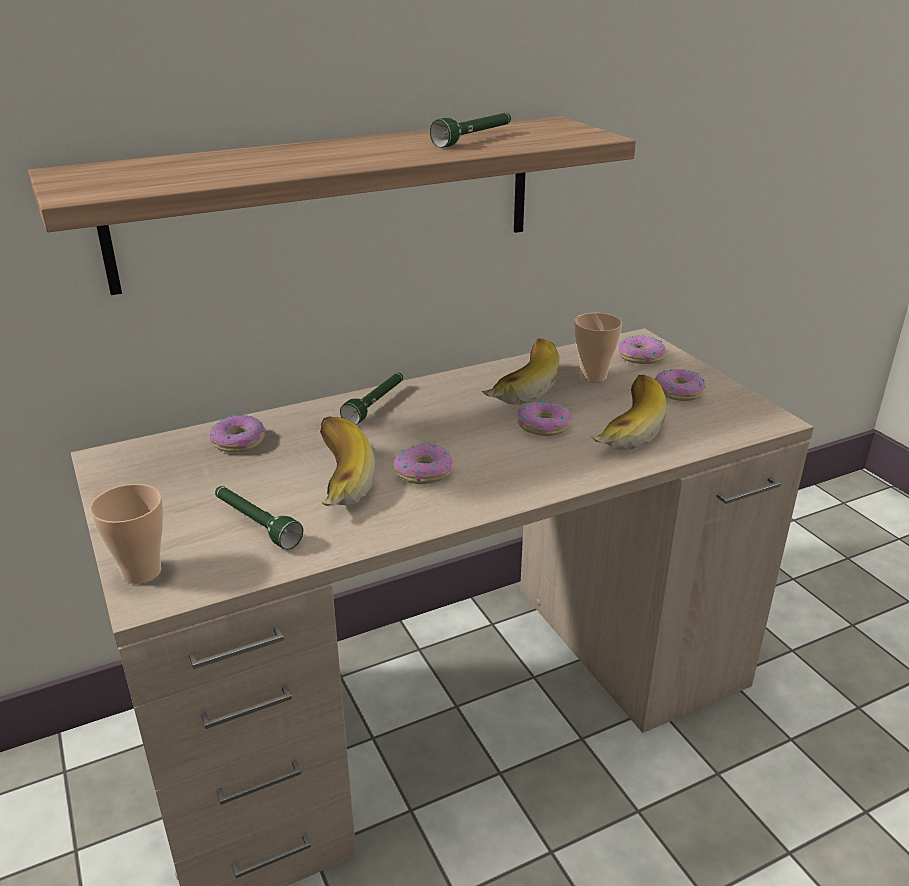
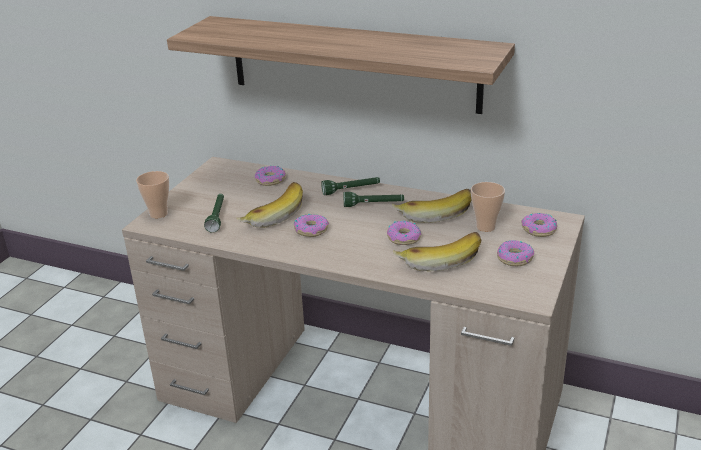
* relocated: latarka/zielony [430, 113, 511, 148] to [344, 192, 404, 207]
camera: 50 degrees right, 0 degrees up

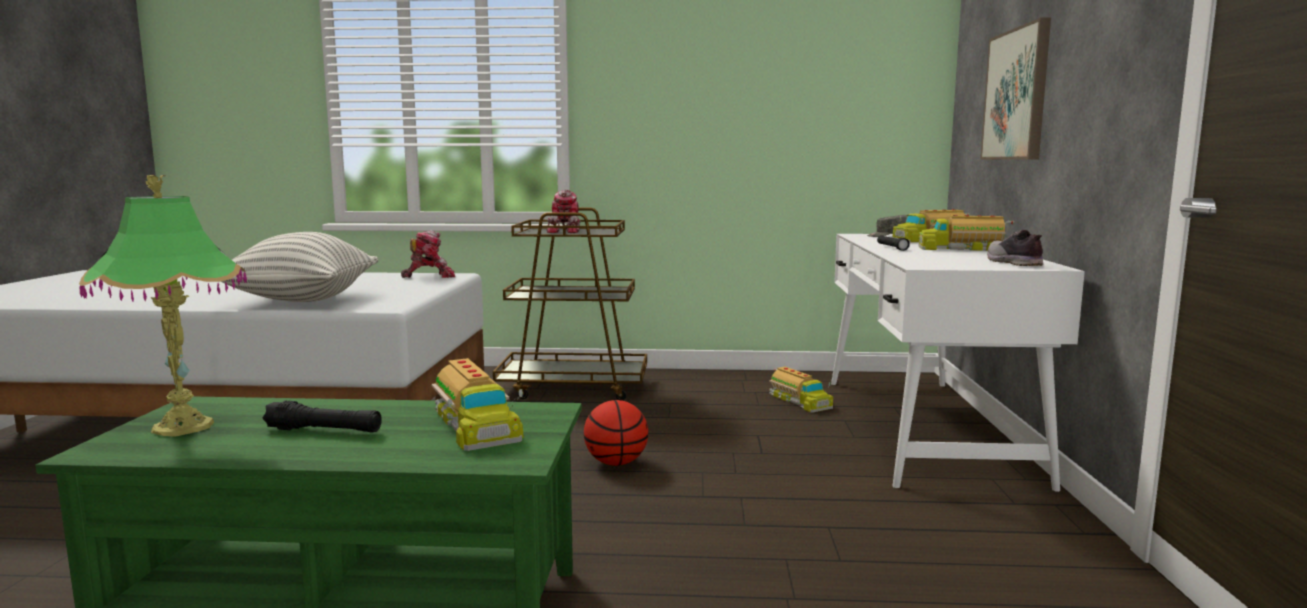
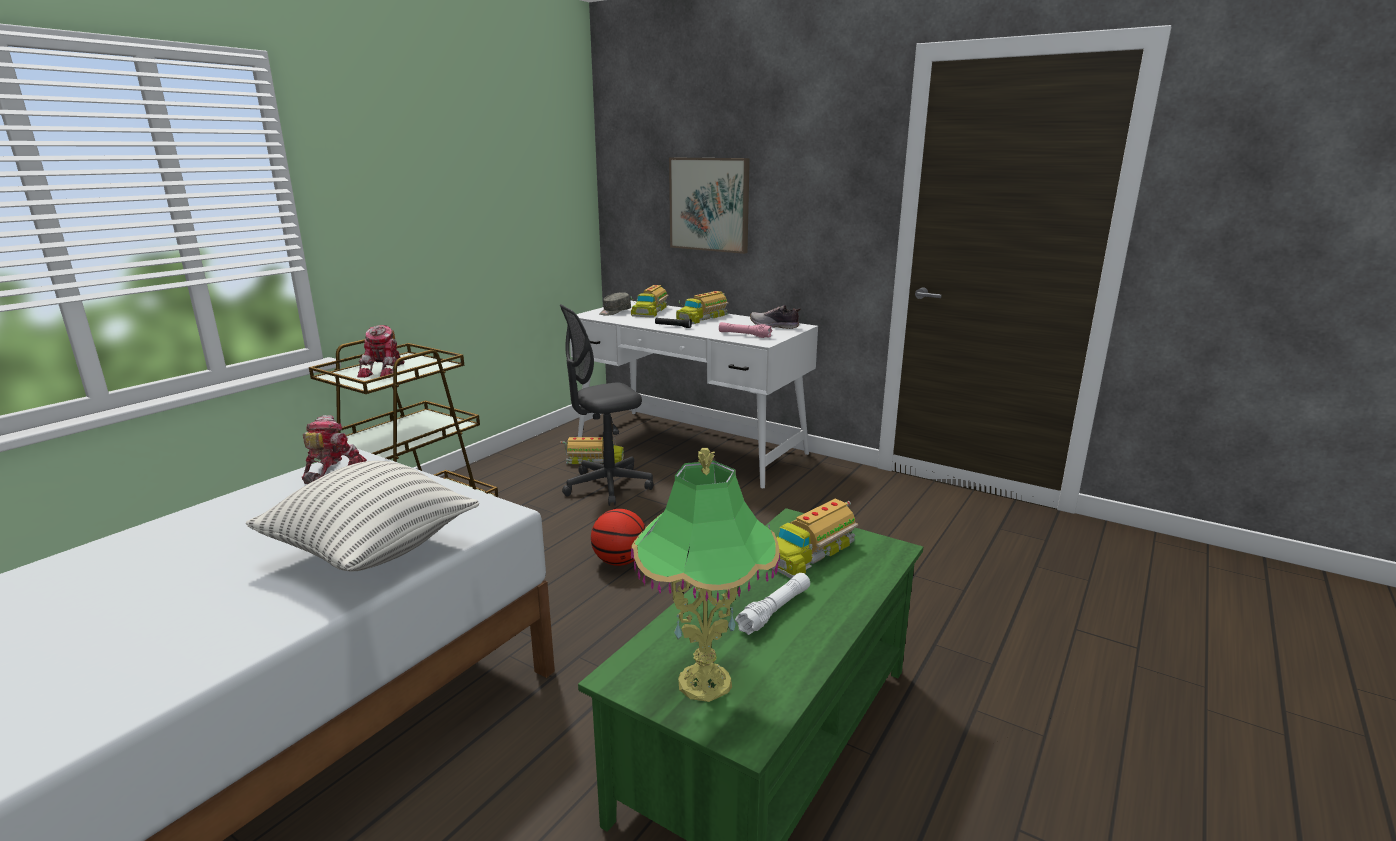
* spun: robot zabawkowy [546, 189, 581, 233] = [357, 325, 405, 378] 60 degrees clockwise
* appeared: krzesło biurowe/szary [560, 304, 653, 506]
* appeared: latarka/różowy [719, 322, 772, 338]
* colour: latarka/czarny [263, 400, 382, 433] to latarka/biały [735, 573, 810, 635]
* spun: ciężarówka zabawkowa [432, 358, 524, 451] = [768, 499, 858, 578] 135 degrees clockwise
camera: 60 degrees left, 10 degrees up

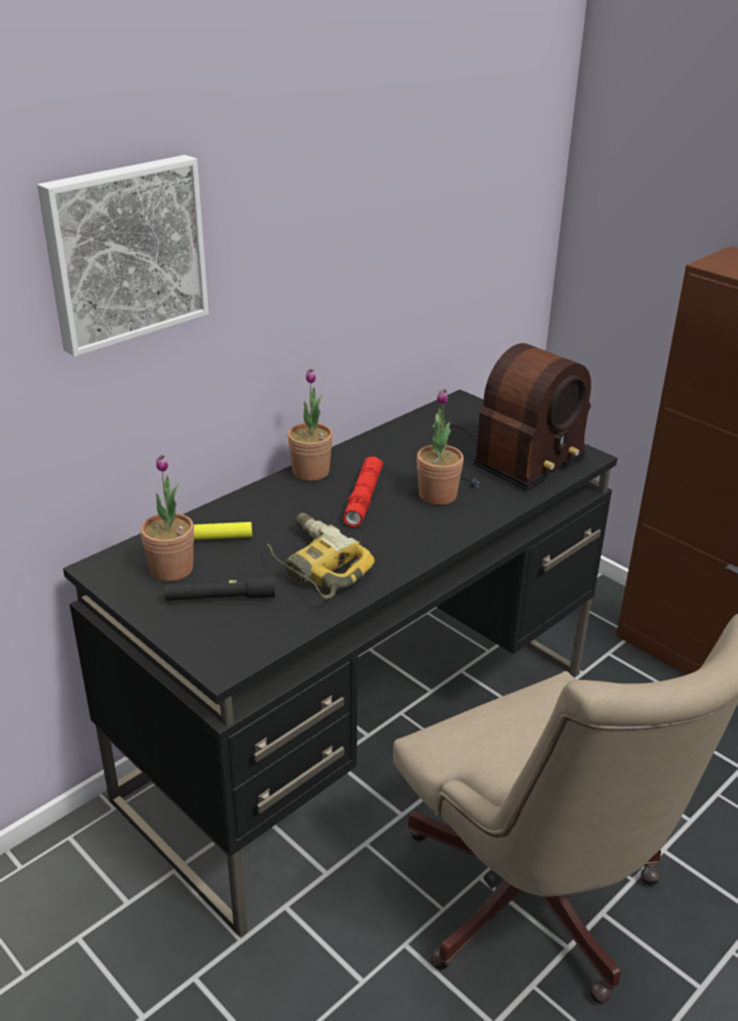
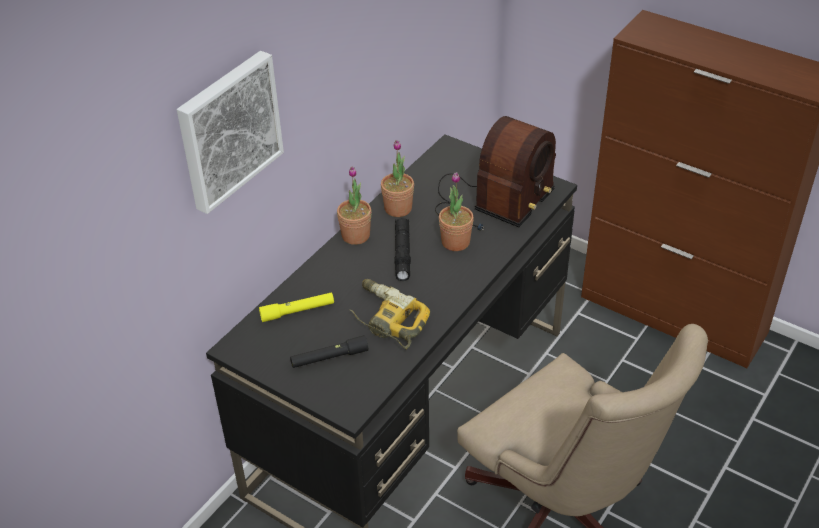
* relocated: roślina doniczkowa [140, 455, 194, 581] to [381, 140, 414, 217]
* colour: latarka/czerwony [343, 456, 383, 527] to latarka/czarny [394, 218, 411, 281]
camera: 10 degrees left, 10 degrees up

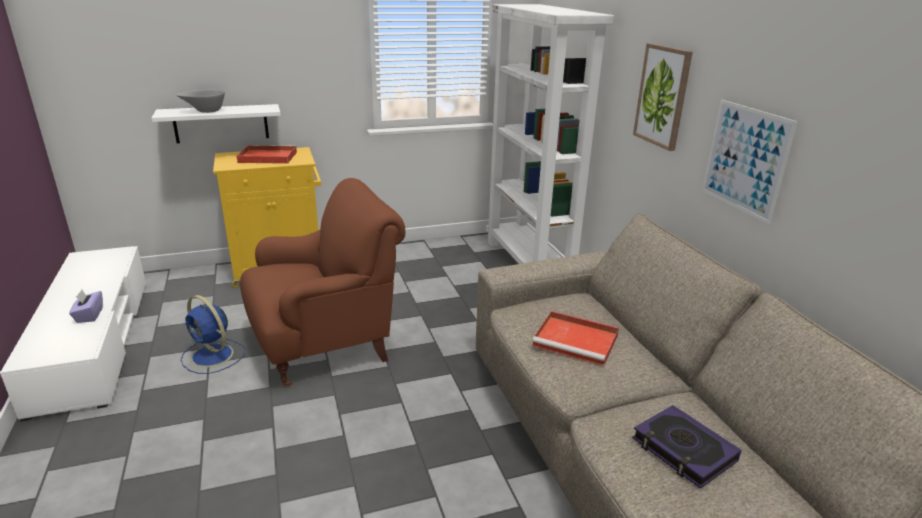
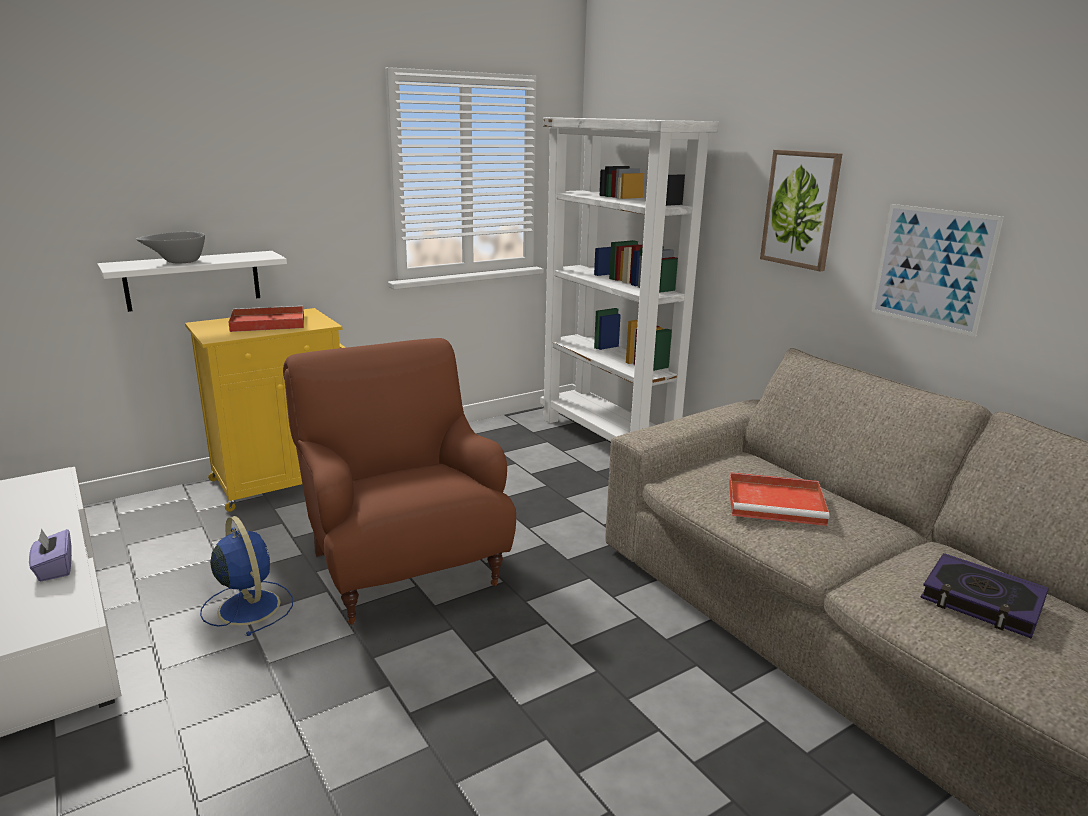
* spun: wentylator/niebieski [181, 295, 246, 374] = [200, 516, 293, 636] 150 degrees counterclockwise
* spun: fotel/brązowy [240, 178, 405, 386] = [283, 338, 516, 625] 75 degrees counterclockwise
camera: 15 degrees left, 5 degrees down

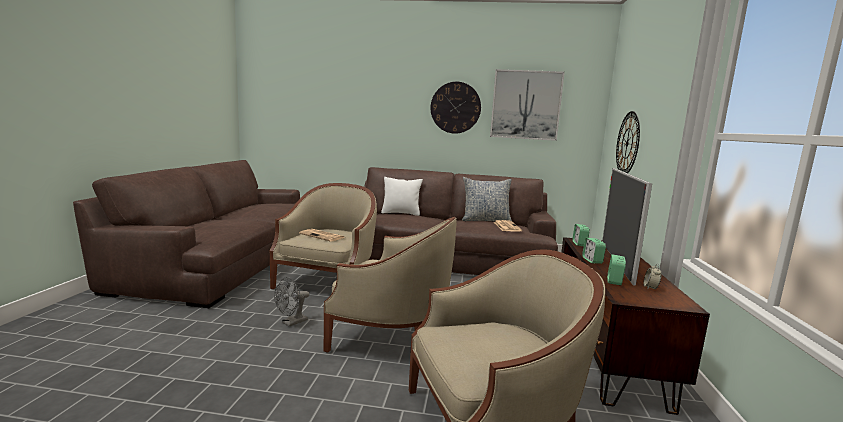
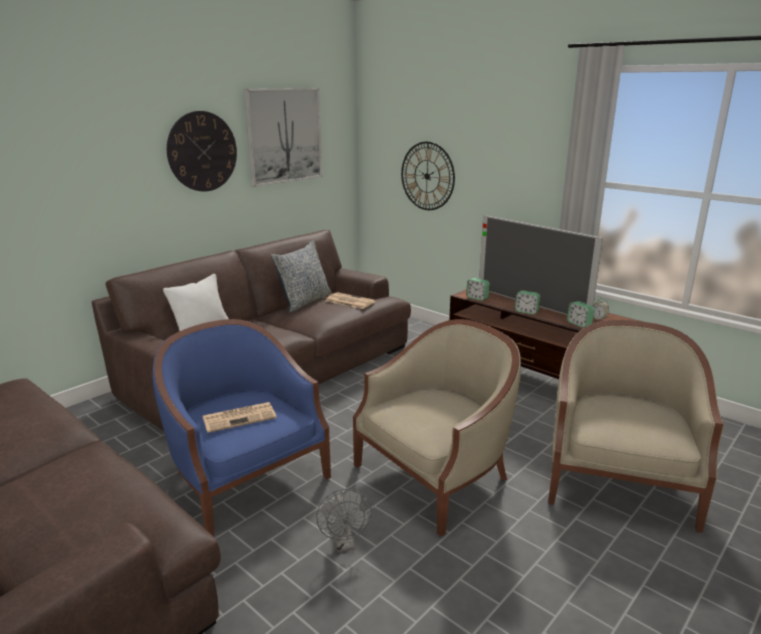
* colour: fotel/beżowy [269, 183, 377, 289] to fotel/niebieski [152, 319, 331, 536]
camera: 55 degrees left, 10 degrees up

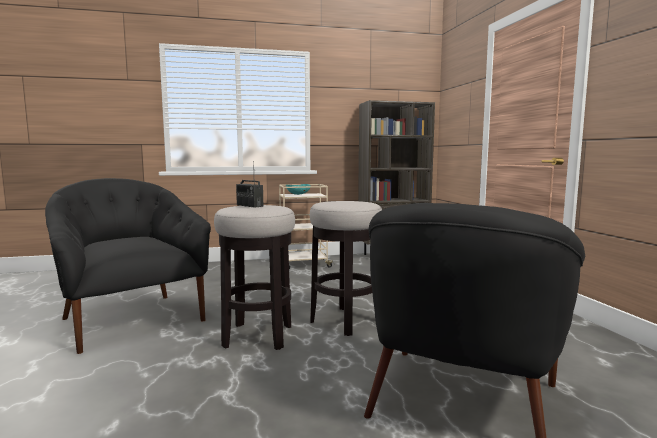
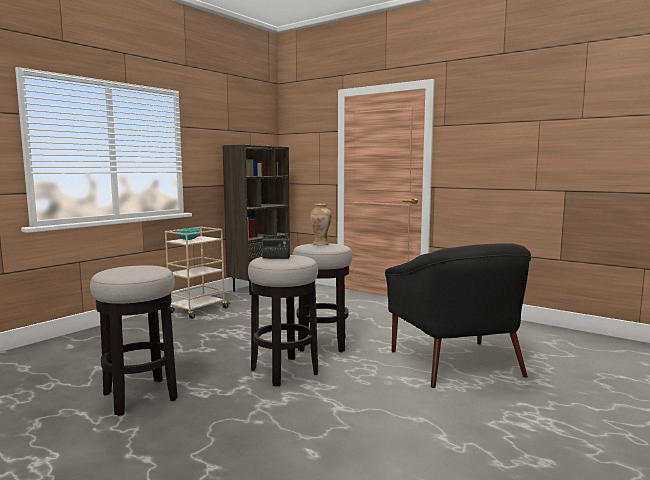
* exchanged: fotel/czarny [45, 178, 211, 354] to stołek [90, 265, 178, 416]
* appeared: wazon [310, 204, 332, 245]
camera: 40 degrees left, 0 degrees up

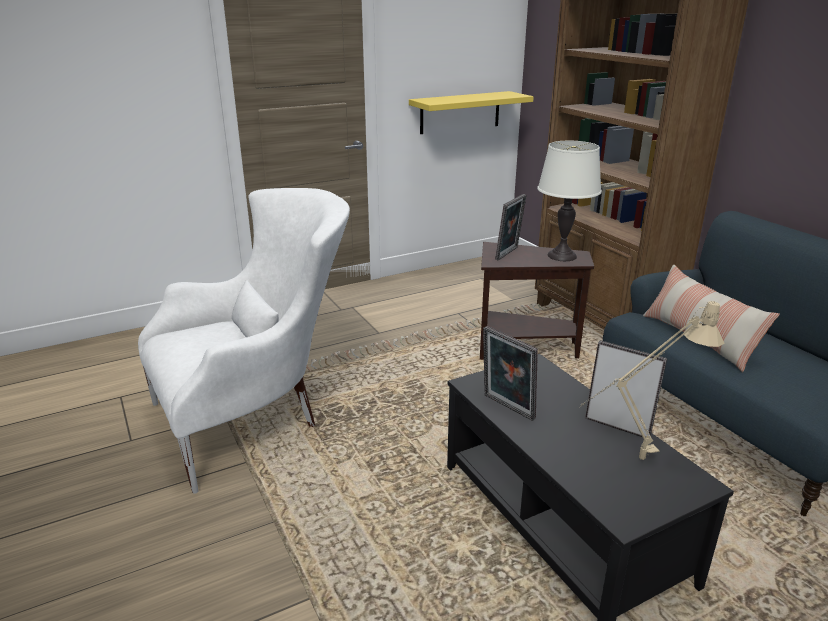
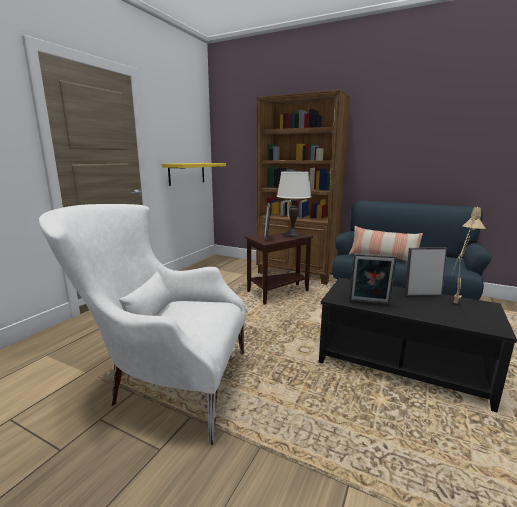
* spun: fotel/biały [138, 188, 350, 494] = [39, 204, 246, 445] 105 degrees counterclockwise
camera: 35 degrees left, 10 degrees down

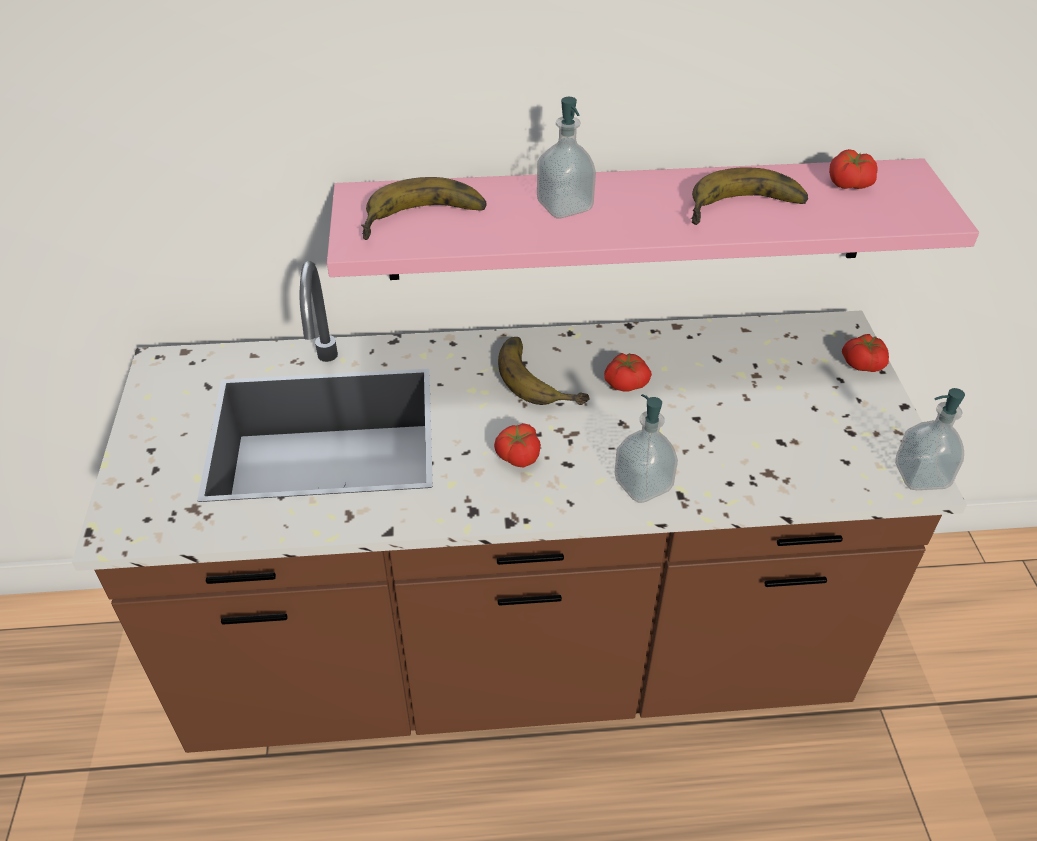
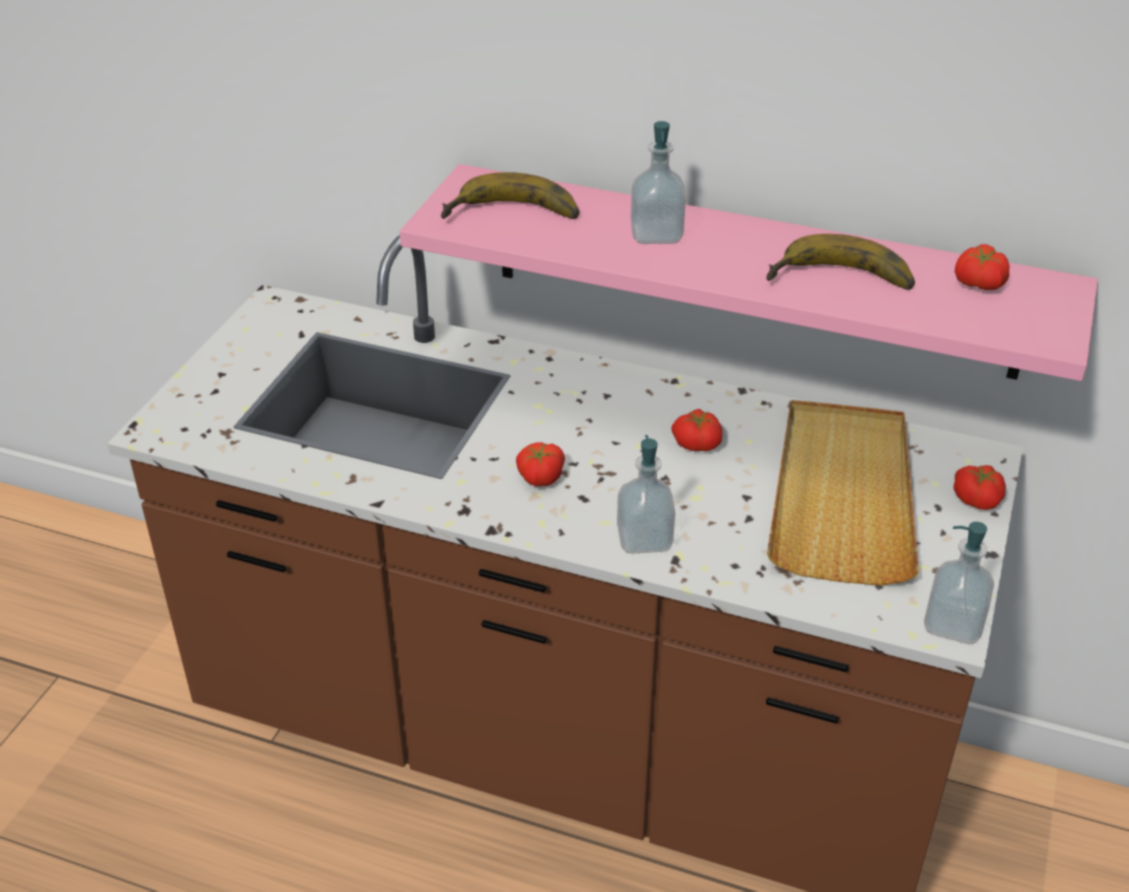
* appeared: taca/beżowy [767, 400, 919, 586]
* missing: banan [498, 337, 590, 405]
camera: 25 degrees right, 5 degrees down

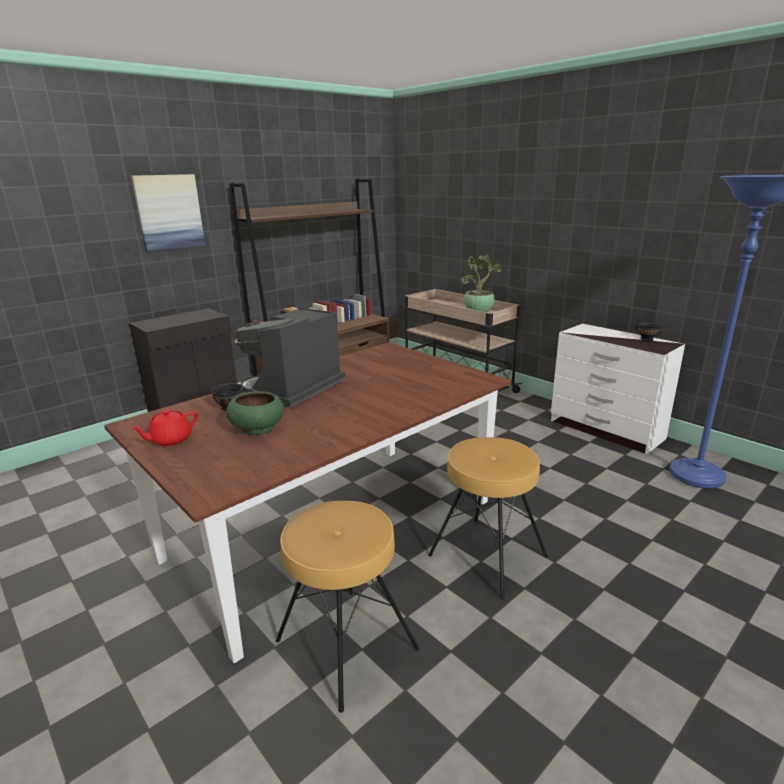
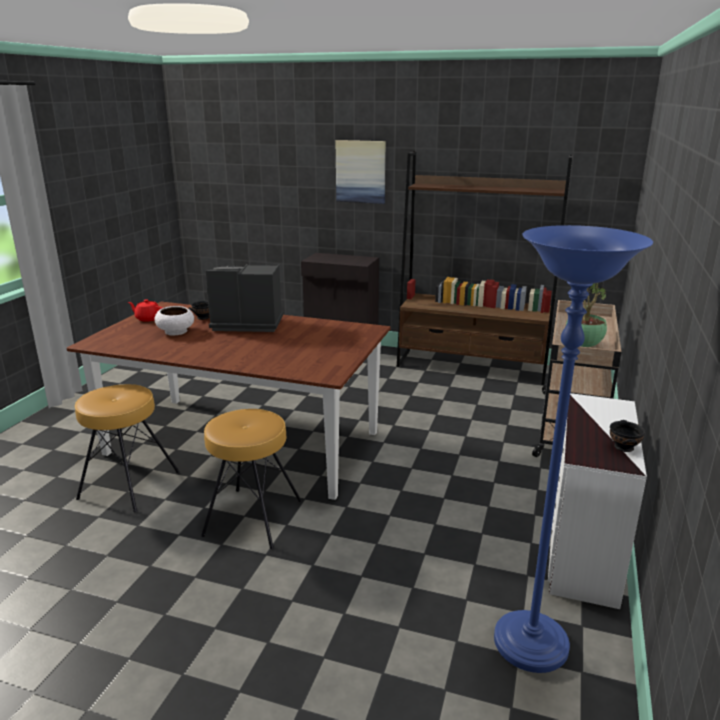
* colour: miska/zielony [226, 391, 284, 435] to miska/biały [154, 306, 194, 335]
camera: 60 degrees right, 0 degrees up

